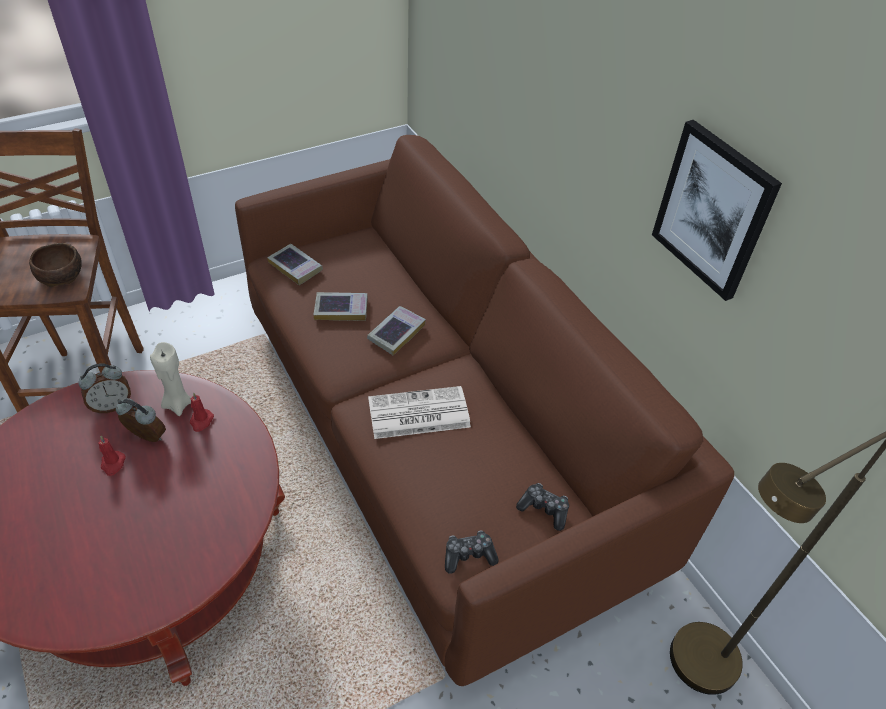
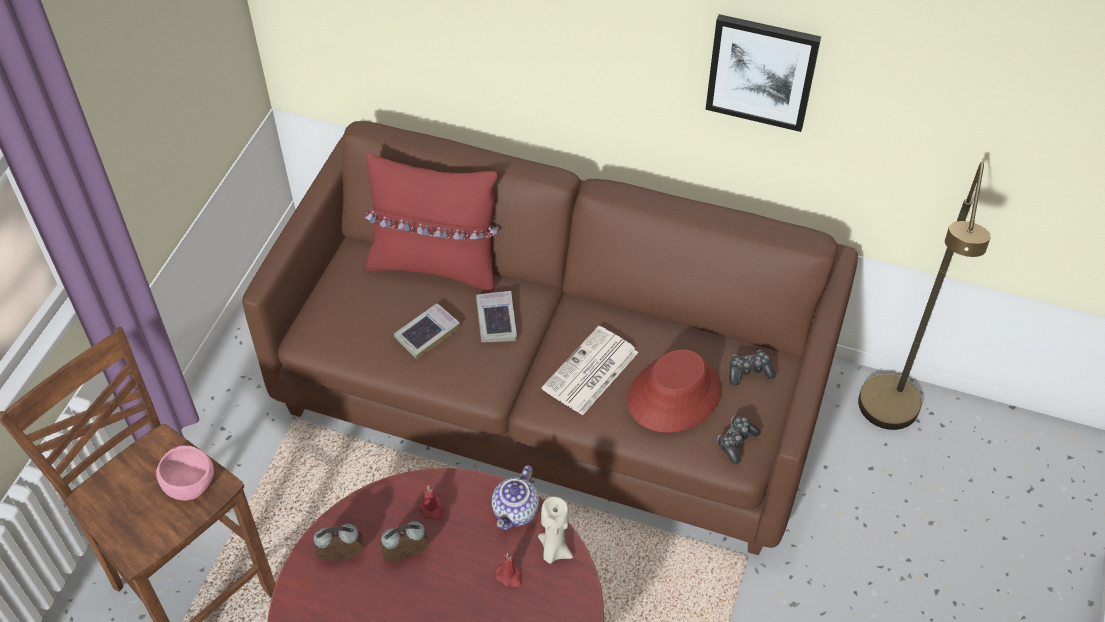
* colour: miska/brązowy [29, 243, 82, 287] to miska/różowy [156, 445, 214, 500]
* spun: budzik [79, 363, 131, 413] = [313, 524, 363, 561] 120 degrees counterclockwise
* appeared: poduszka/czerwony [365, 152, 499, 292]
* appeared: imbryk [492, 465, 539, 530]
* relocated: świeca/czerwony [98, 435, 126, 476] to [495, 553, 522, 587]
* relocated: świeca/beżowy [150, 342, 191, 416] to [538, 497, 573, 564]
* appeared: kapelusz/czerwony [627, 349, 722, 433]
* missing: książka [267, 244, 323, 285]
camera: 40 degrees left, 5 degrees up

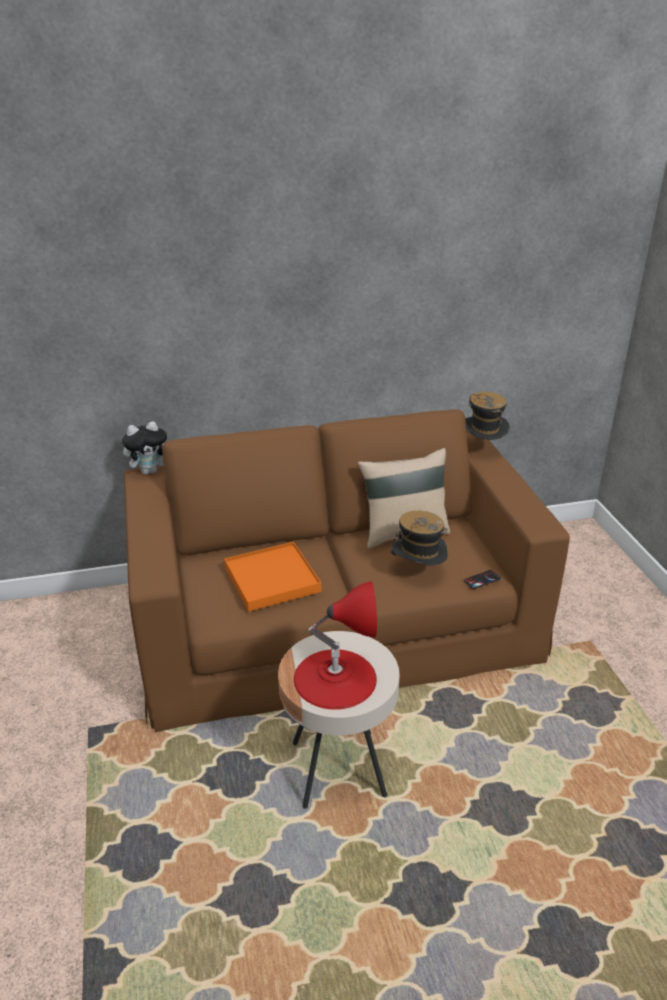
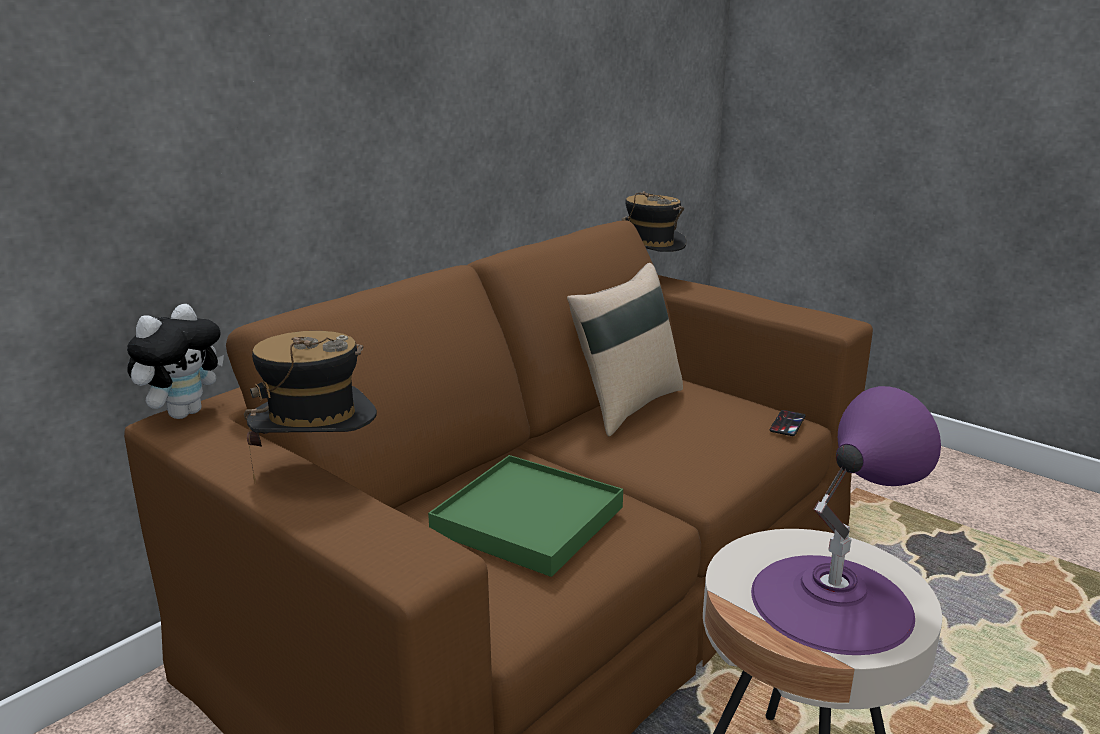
* relocated: kapelusz [390, 511, 448, 569] to [244, 331, 377, 484]
* colour: taca/pomarańczowy [224, 542, 321, 612] to taca/zielony [428, 455, 623, 577]
* colour: lampa stołowa/czerwony [294, 581, 377, 710] to lampa stołowa/fioletowy [751, 386, 941, 655]
camera: 35 degrees left, 10 degrees down

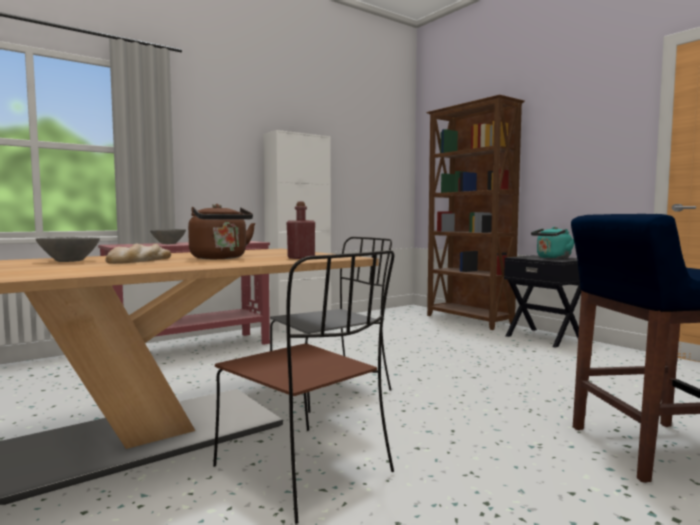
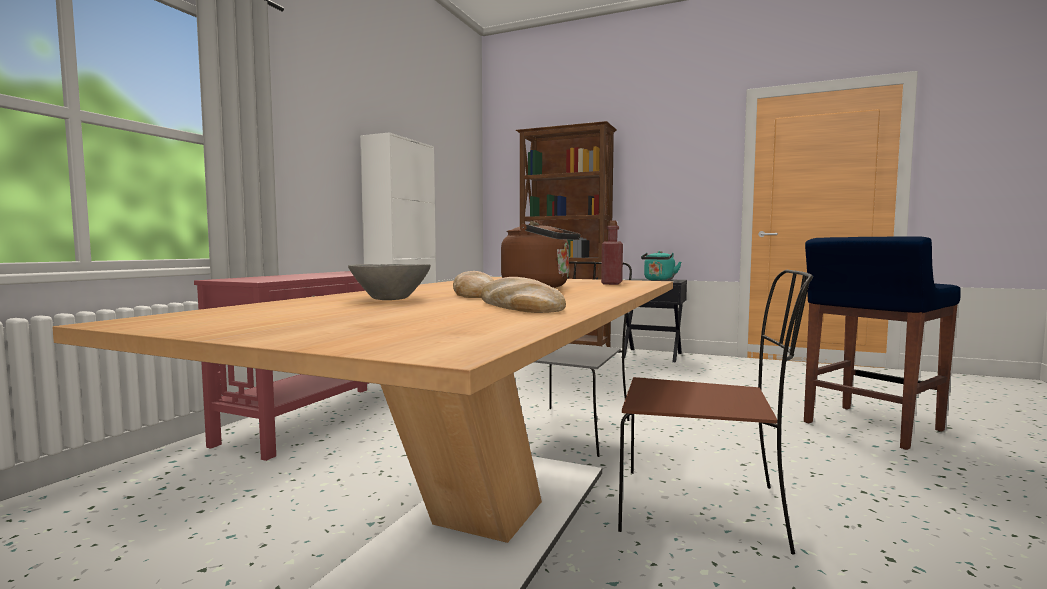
* appeared: chleb [481, 277, 566, 313]
* missing: miska/szary [150, 229, 186, 244]
camera: 30 degrees left, 0 degrees up

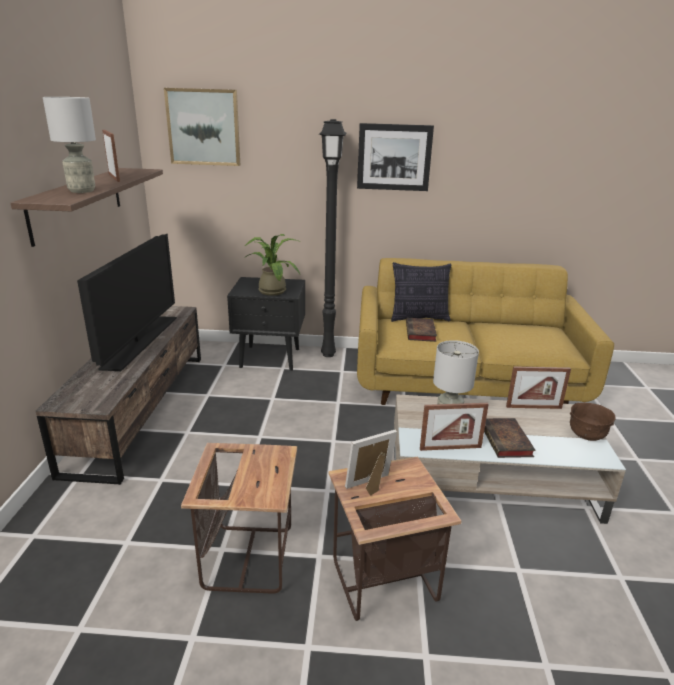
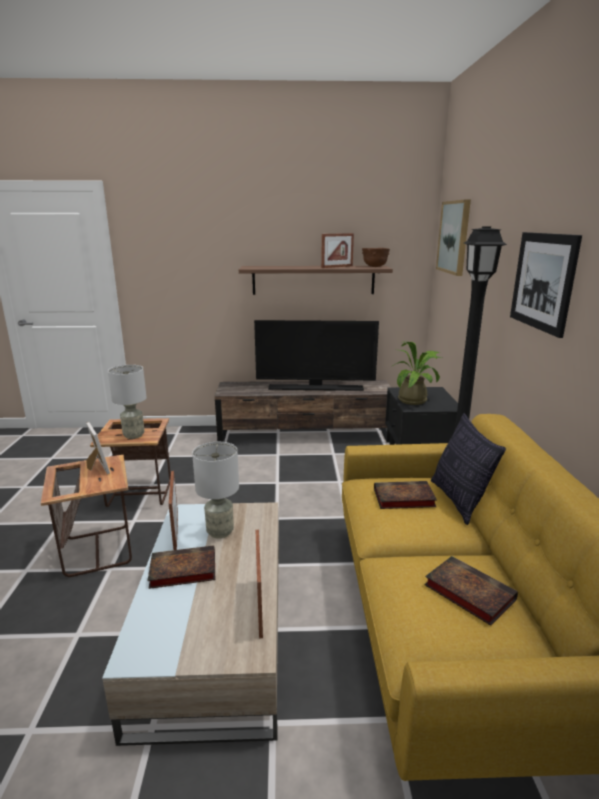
* relocated: lampa stołowa/szary [43, 97, 96, 193] to [108, 365, 147, 439]
* relocated: miska/brązowy [570, 403, 616, 441] to [362, 248, 390, 267]
* appeared: książka [424, 556, 518, 626]
camera: 85 degrees right, 5 degrees down

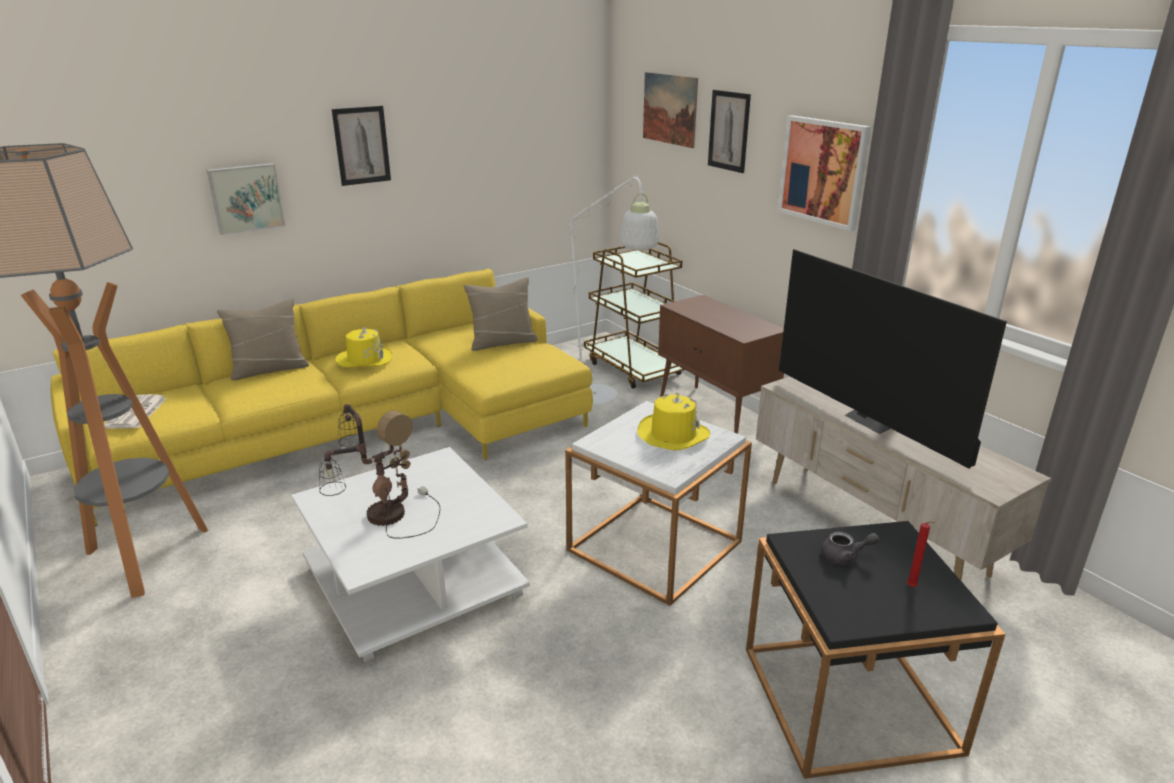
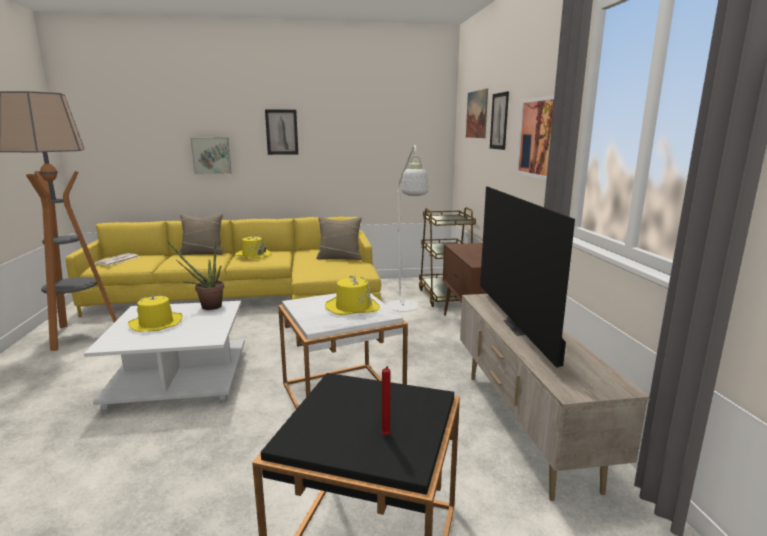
* exchanged: lampa stołowa [319, 404, 440, 539] to kapelusz/żółty [128, 294, 183, 332]
* appeared: roślina doniczkowa [167, 240, 224, 310]
* missing: imbryk/szary [821, 532, 879, 564]
camera: 25 degrees right, 10 degrees down

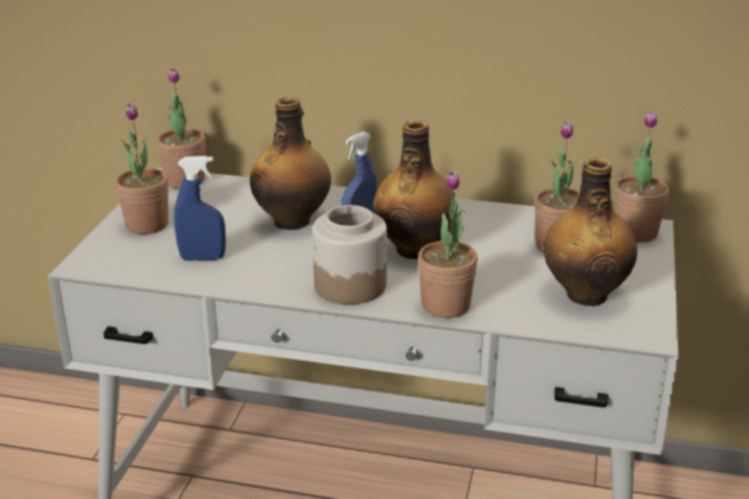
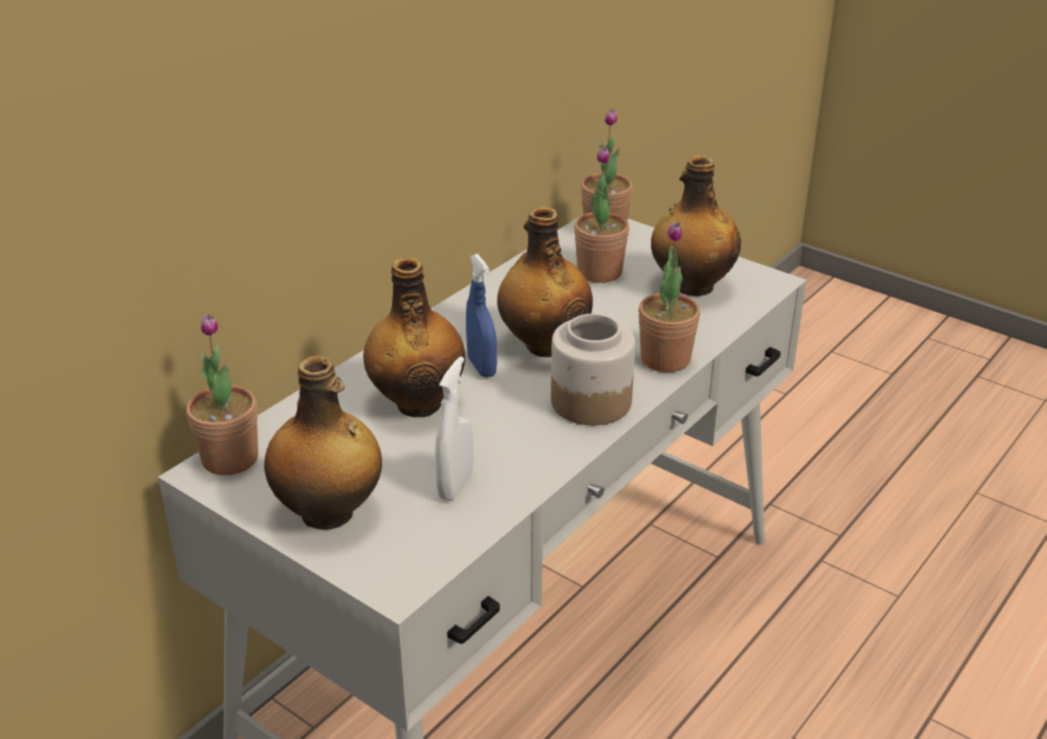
* exchanged: roślina doniczkowa [115, 103, 169, 234] to butelka [264, 355, 382, 530]
* colour: spryskiwacz/niebieski [174, 156, 226, 261] to spryskiwacz/biały [435, 356, 473, 501]
camera: 65 degrees left, 5 degrees up

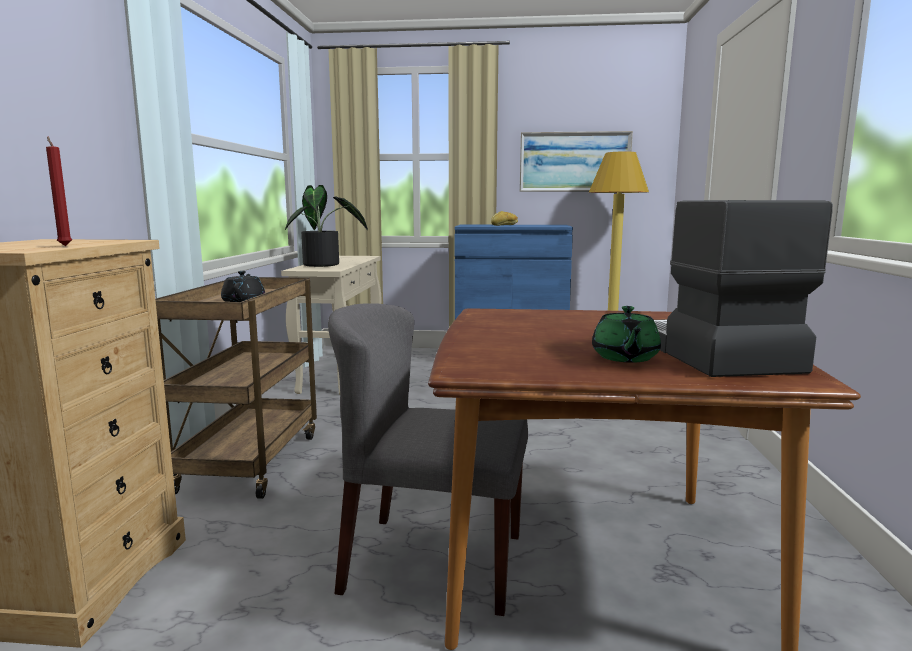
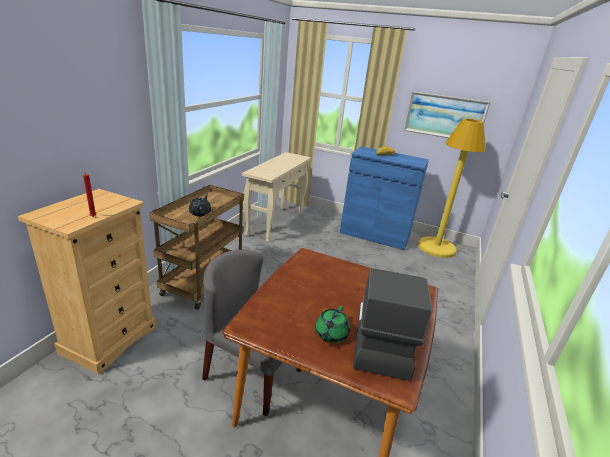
* missing: roślina doniczkowa [285, 185, 368, 267]
camera: 15 degrees right, 15 degrees up

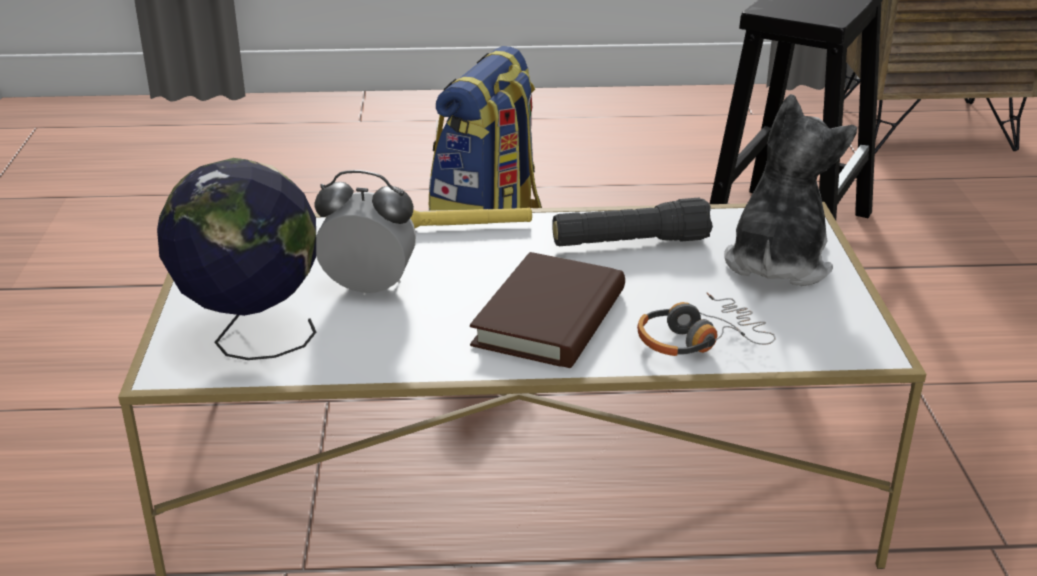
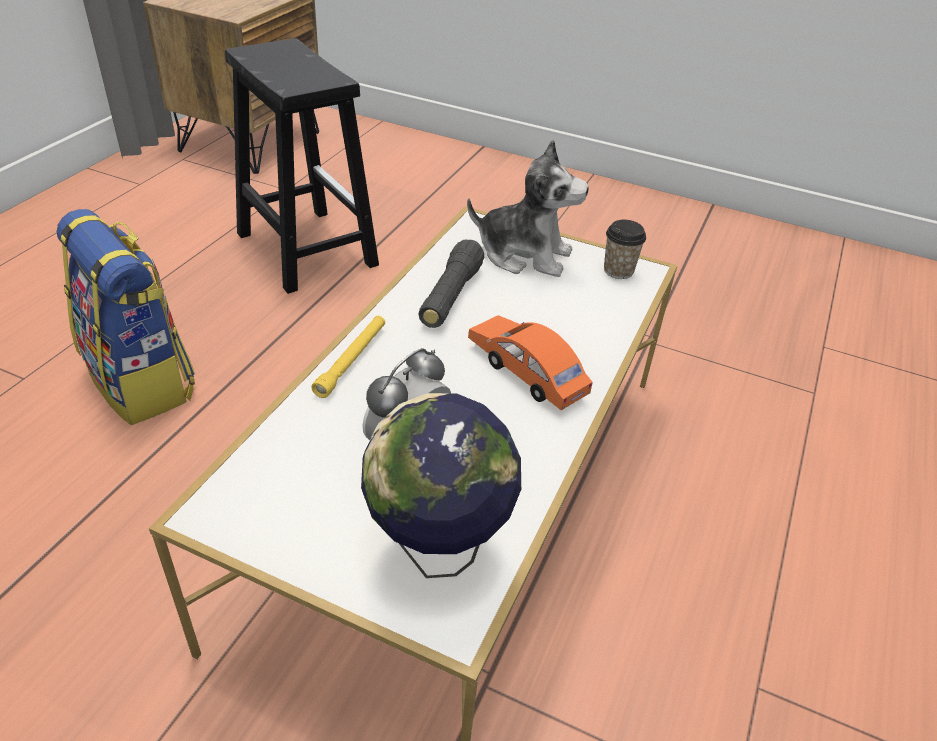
* spun: pluszak [724, 94, 857, 286] = [467, 140, 589, 277] 150 degrees clockwise
* exchanged: książka/brązowy [470, 252, 625, 368] to samochodzik/pomarańczowy [468, 315, 593, 410]
* appeared: filiżanka [604, 220, 646, 279]
* missing: słuchawki [637, 292, 776, 356]
camera: 65 degrees left, 10 degrees up

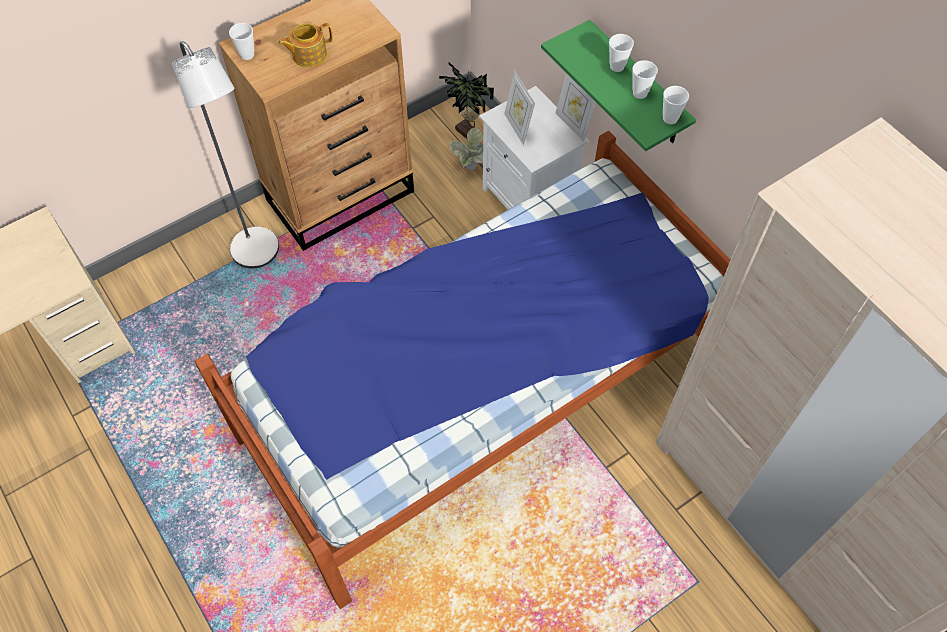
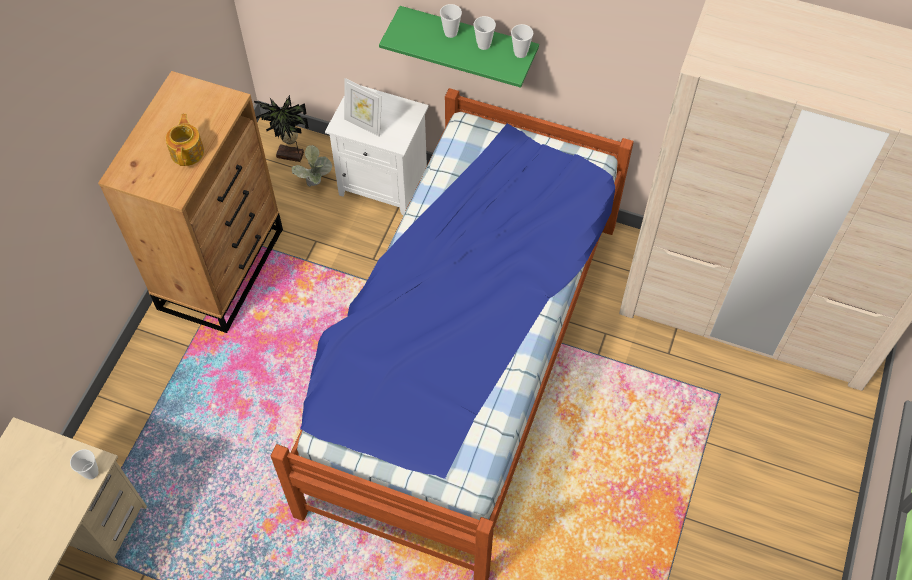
* relocated: filiżanka [229, 23, 254, 60] to [70, 449, 99, 479]
* spun: imbryk [278, 23, 333, 67] = [166, 114, 204, 166] 150 degrees clockwise
* missing: lampa stojąca/szary [172, 41, 279, 268]
* missing: ramka na zdjęcie [555, 73, 596, 141]
camera: 35 degrees left, 0 degrees up

